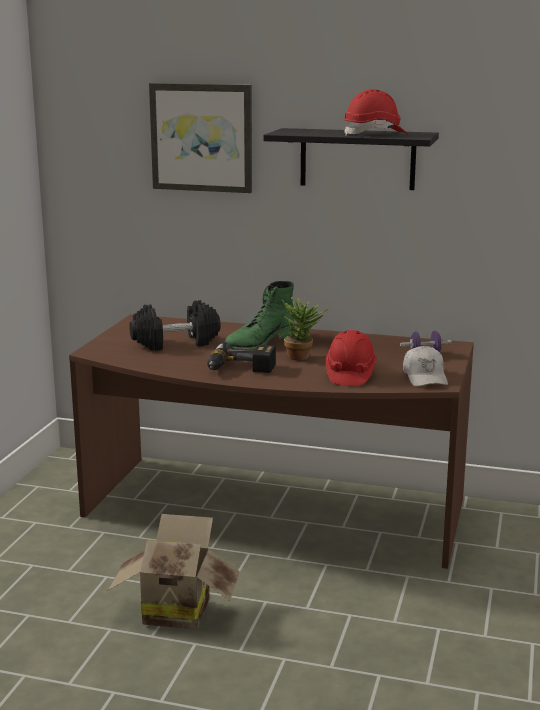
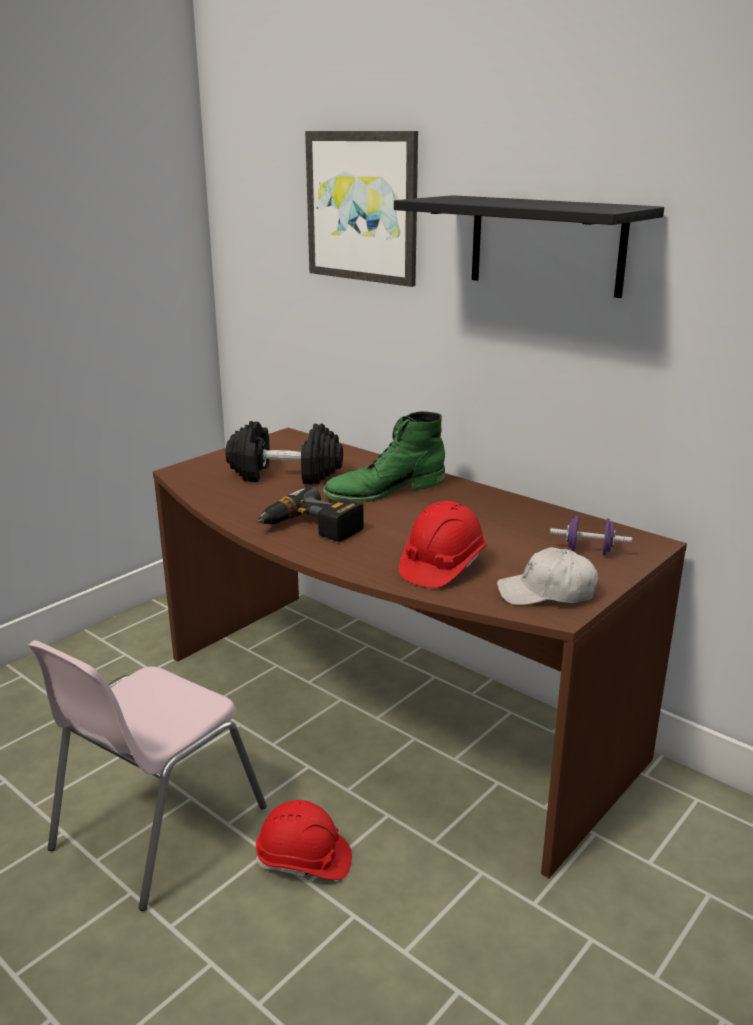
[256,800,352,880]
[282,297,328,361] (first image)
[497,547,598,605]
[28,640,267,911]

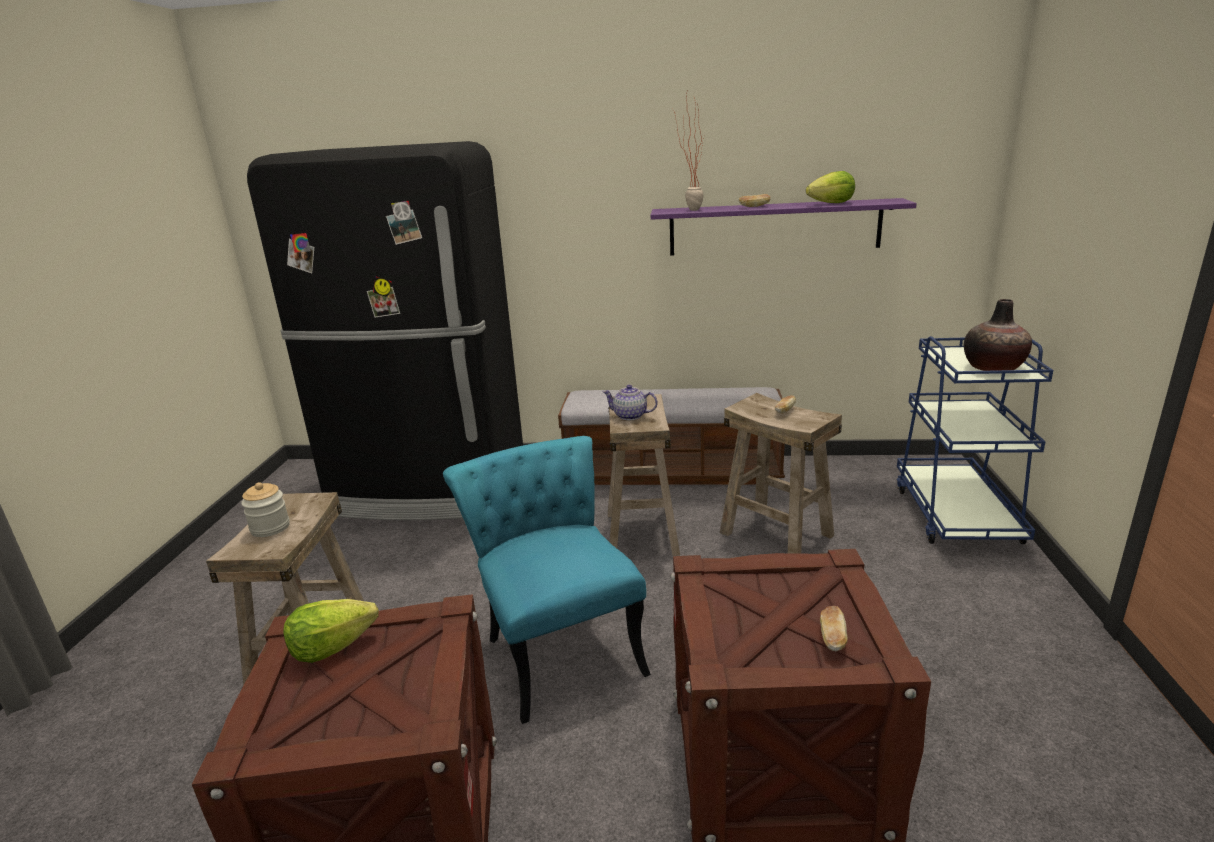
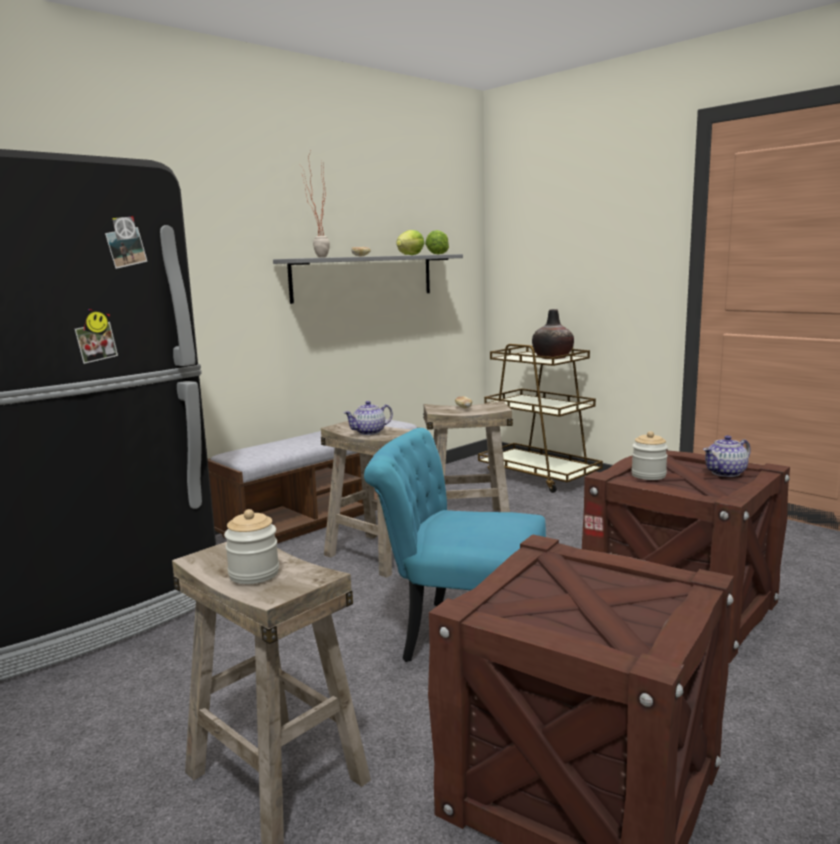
[273,254,463,304]
[478,344,603,493]
[425,230,449,255]
[703,435,751,477]
[631,431,668,480]

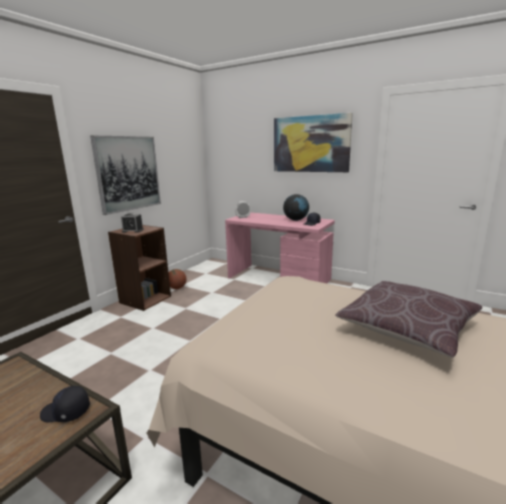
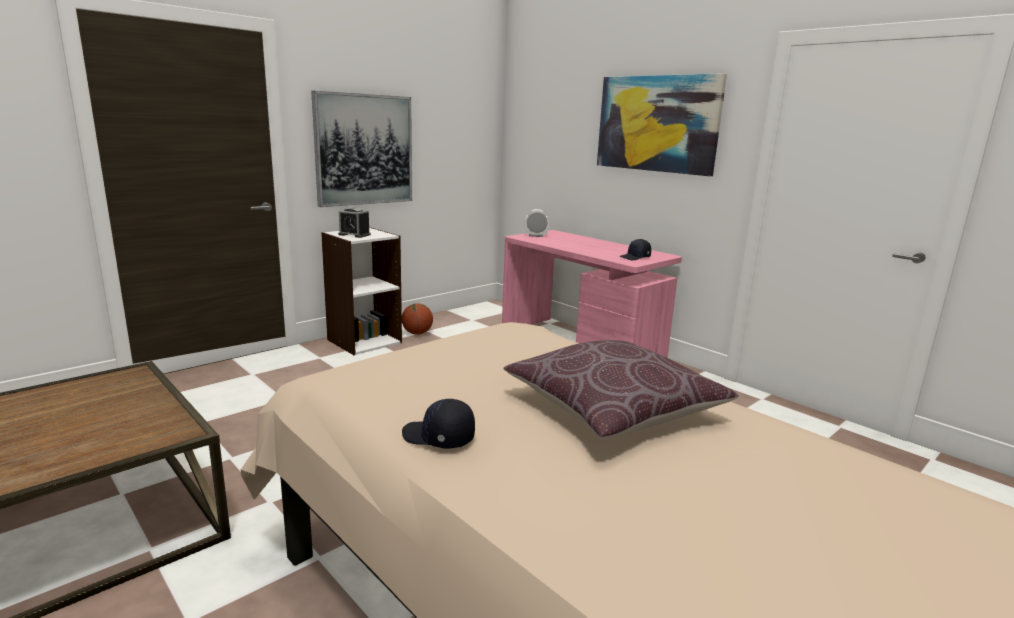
[283,194,309,221] (first image)
[321,227,402,355]
[402,399,475,448]

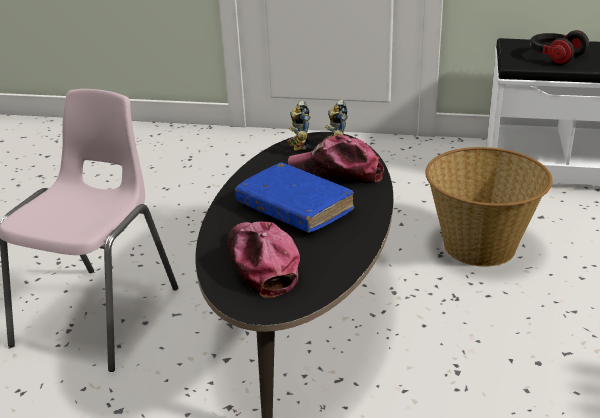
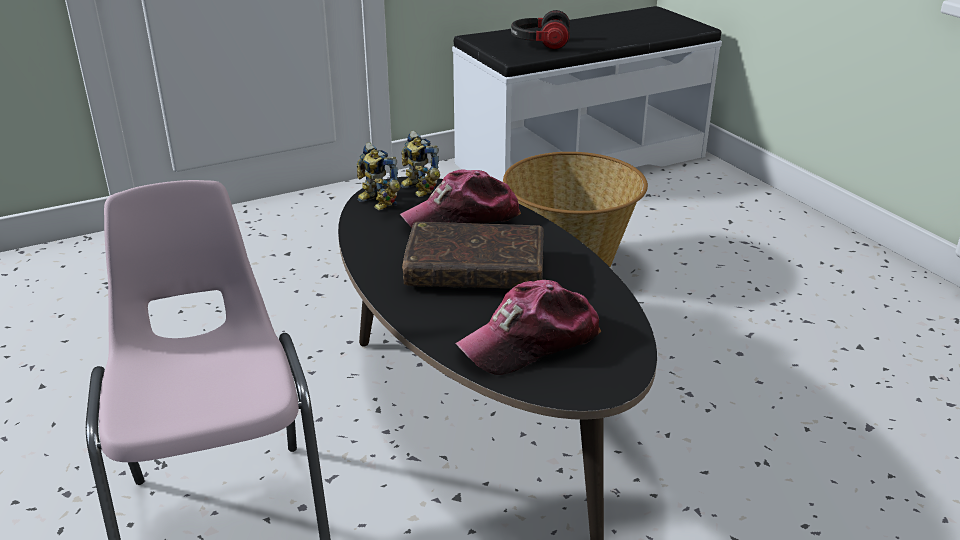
[402,222,544,288]
[455,280,601,375]

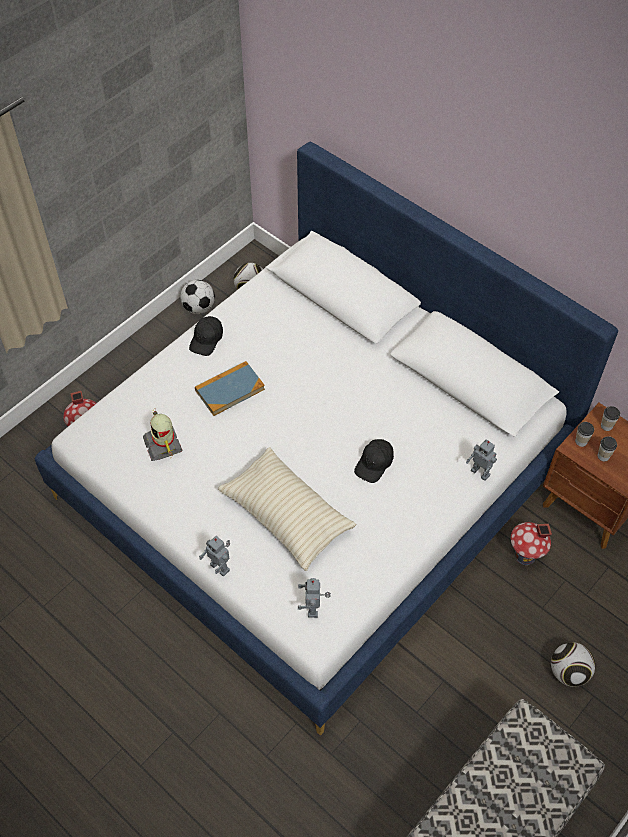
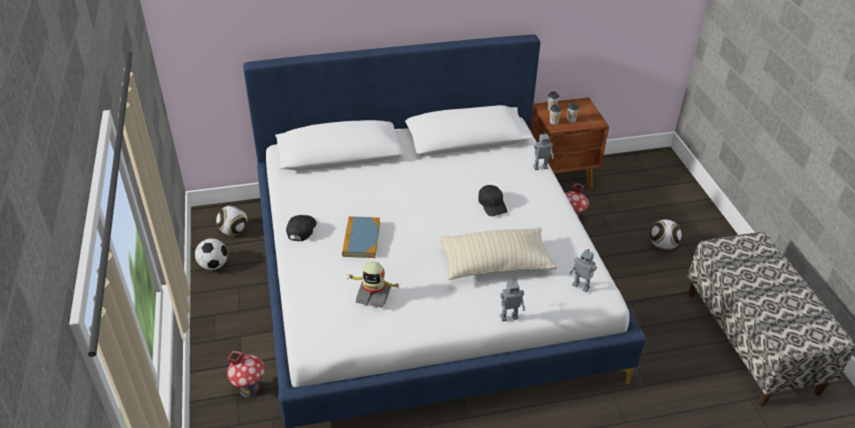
[286,215,317,241]

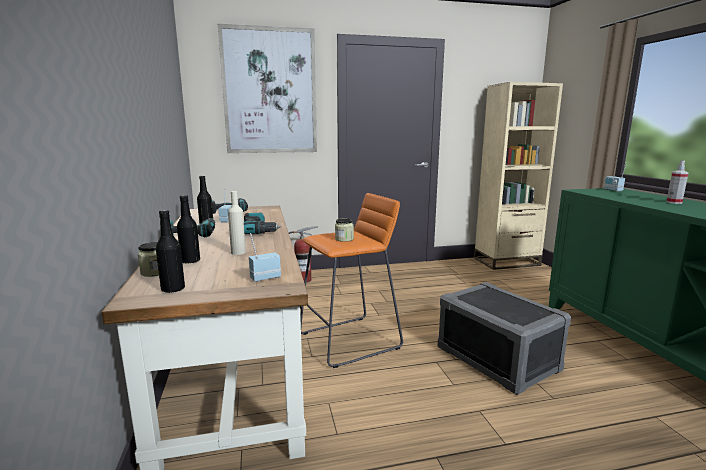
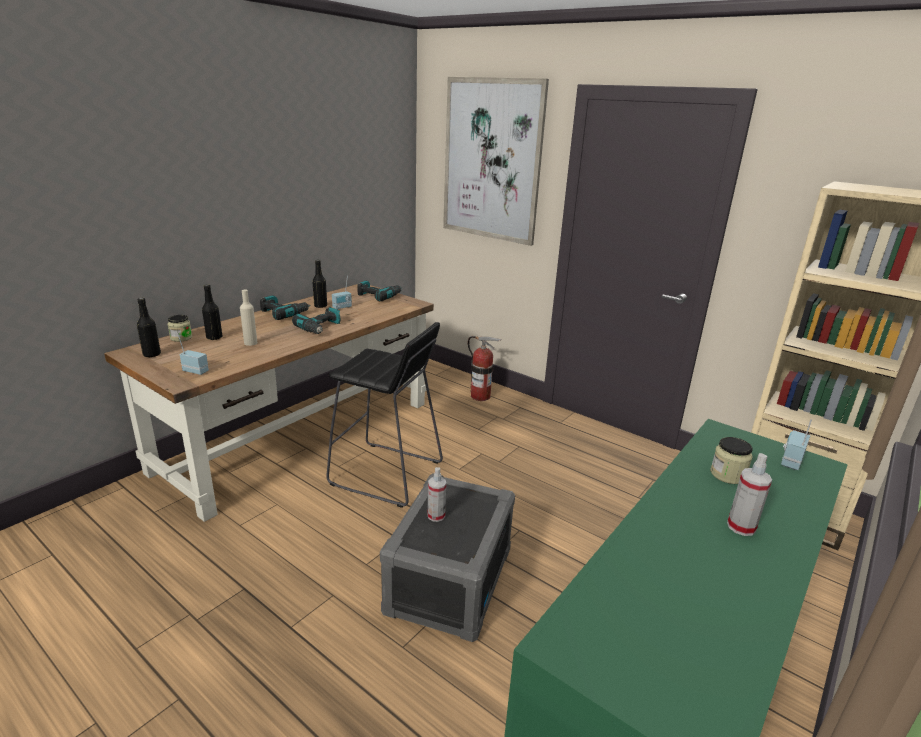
[326,322,443,508]
[710,437,753,484]
[428,467,446,522]

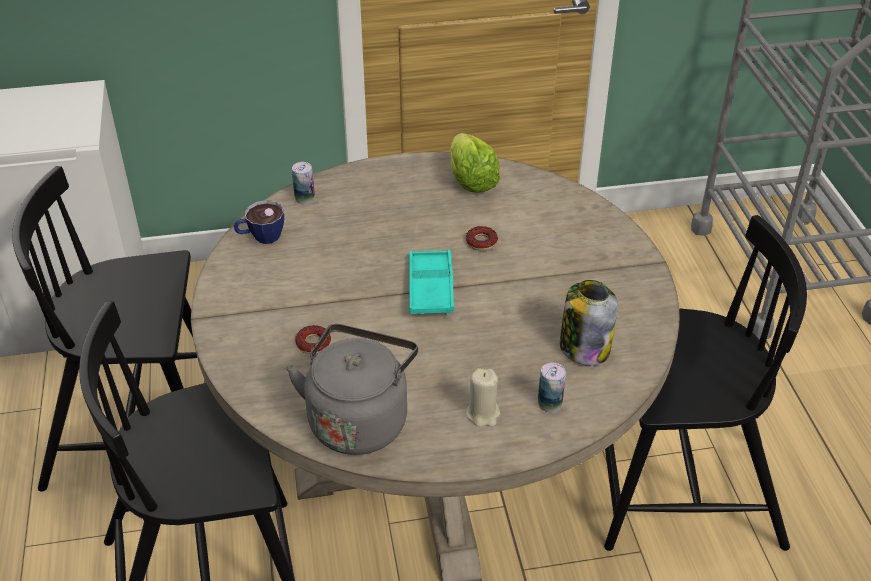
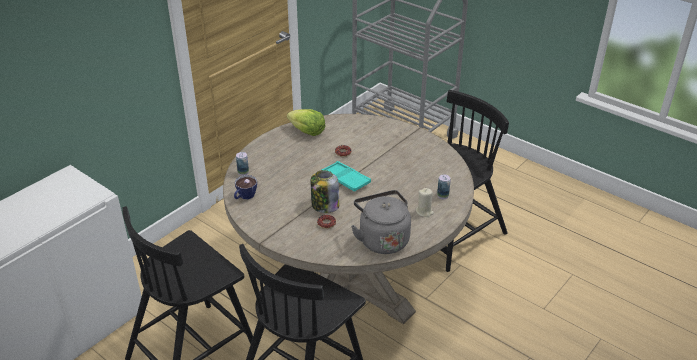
[311,170,339,213]

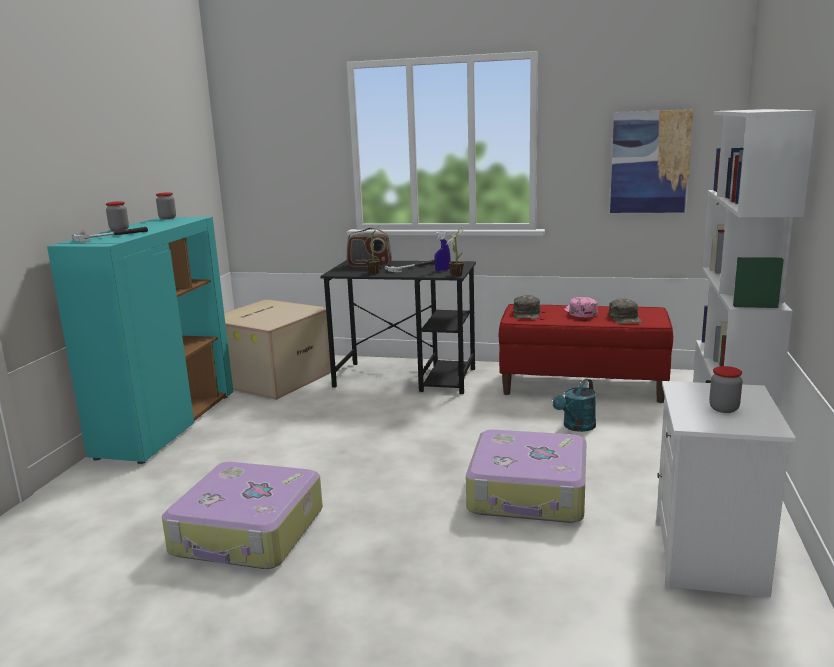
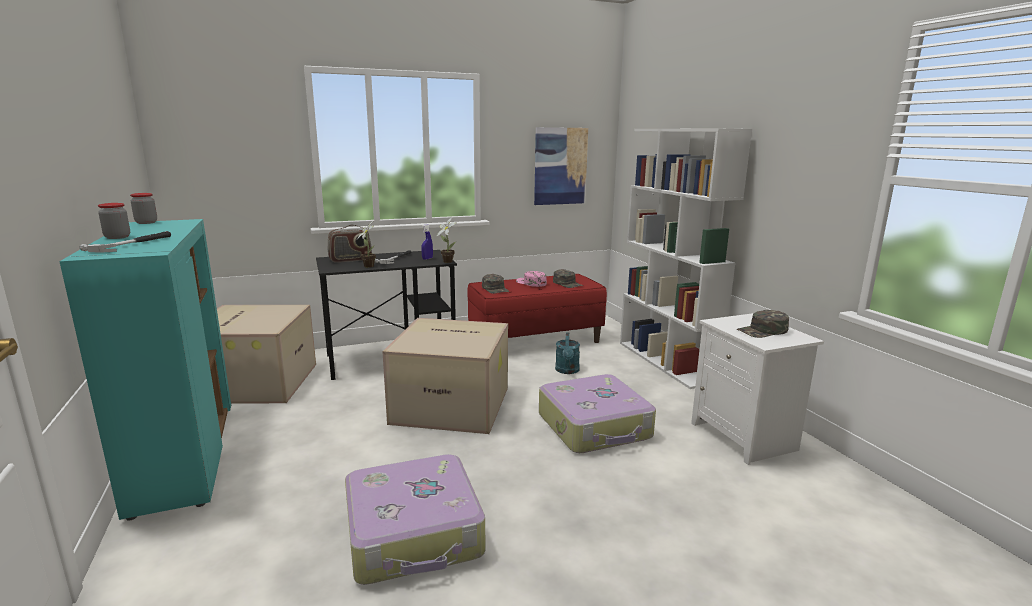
[736,310,789,338]
[382,318,508,434]

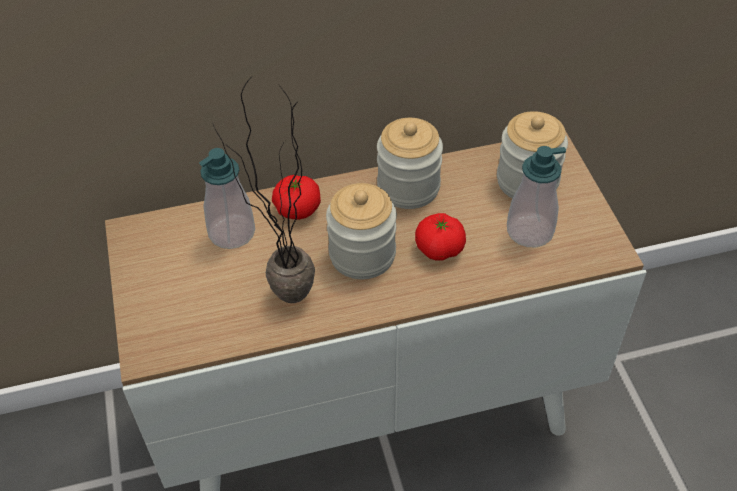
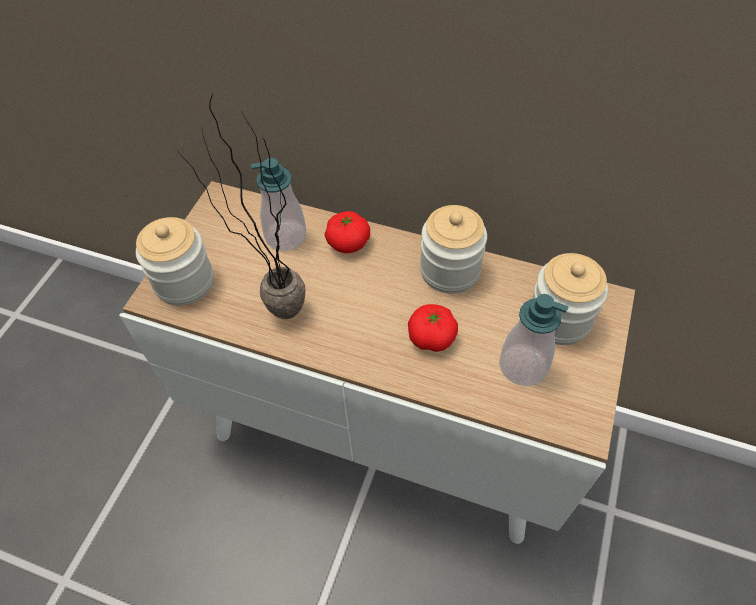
[136,217,214,306]

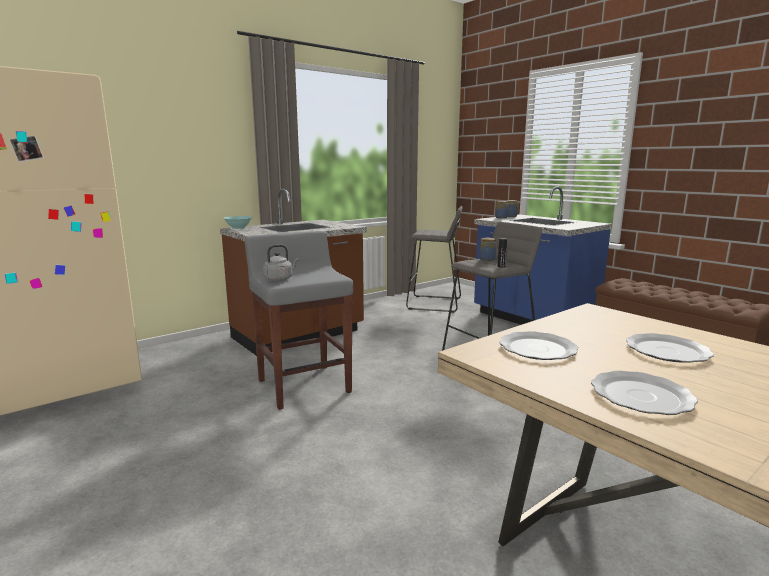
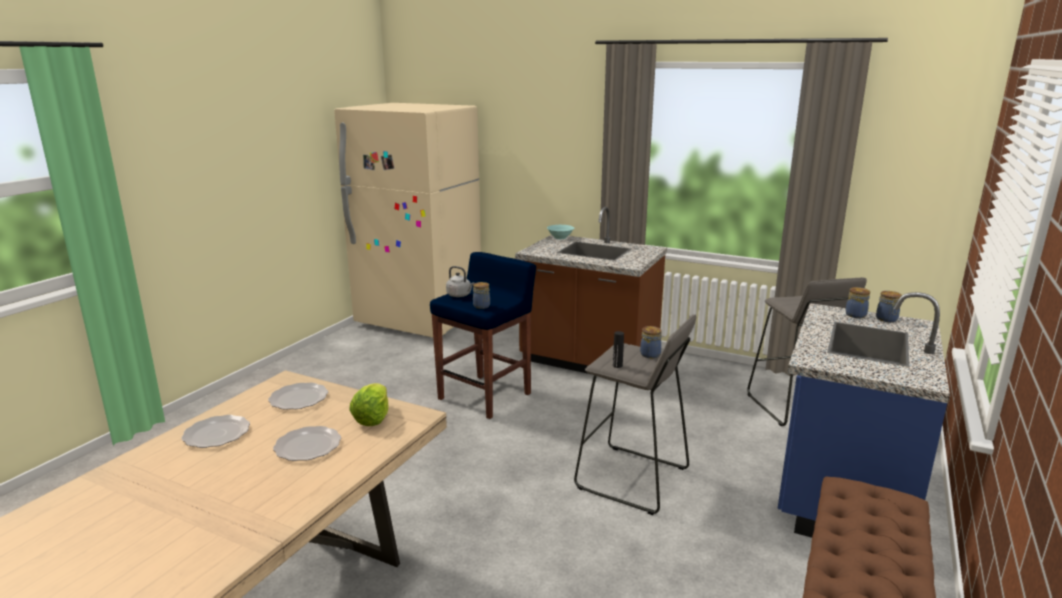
[430,252,536,419]
[473,282,490,309]
[349,383,389,426]

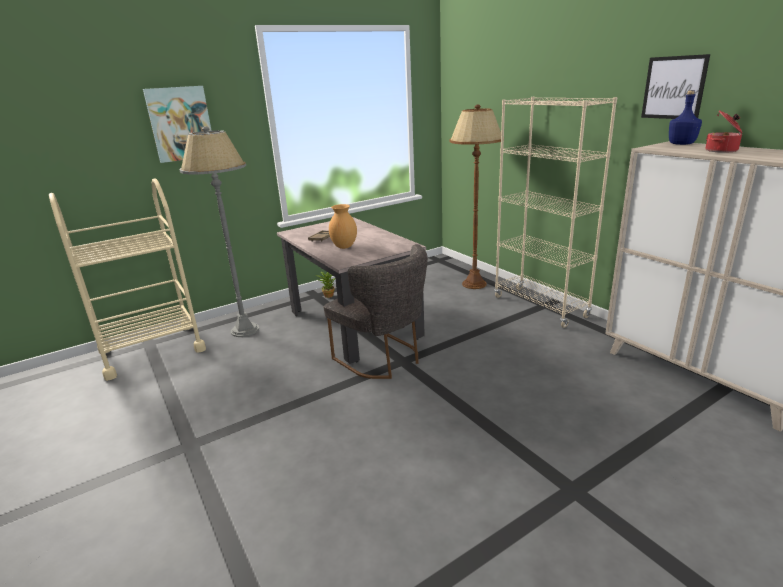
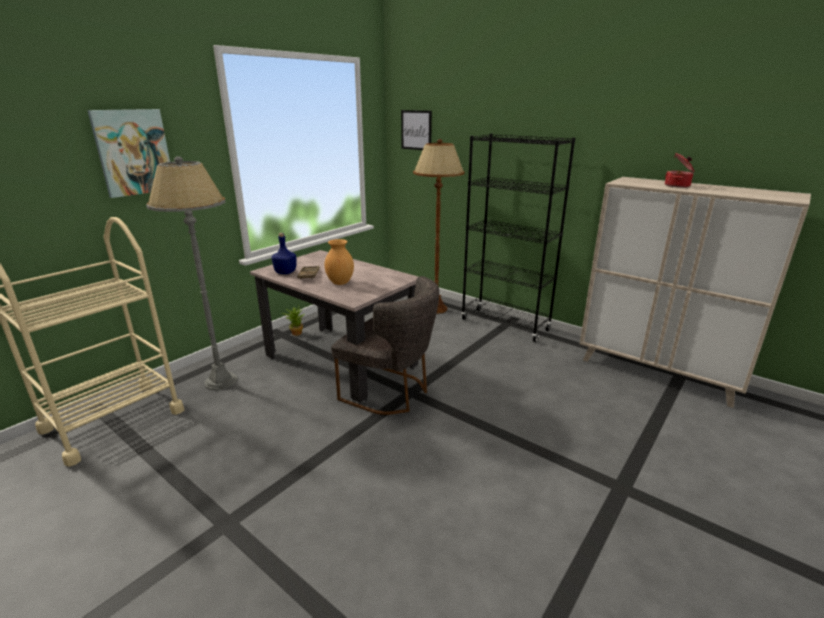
[401,110,432,150]
[271,233,296,274]
[461,134,575,342]

